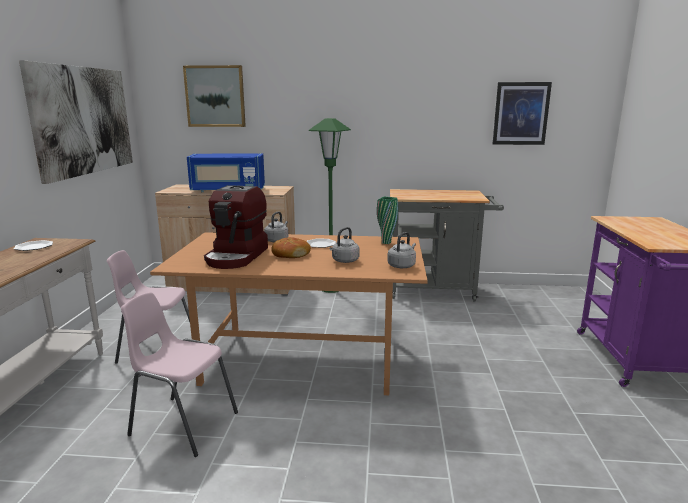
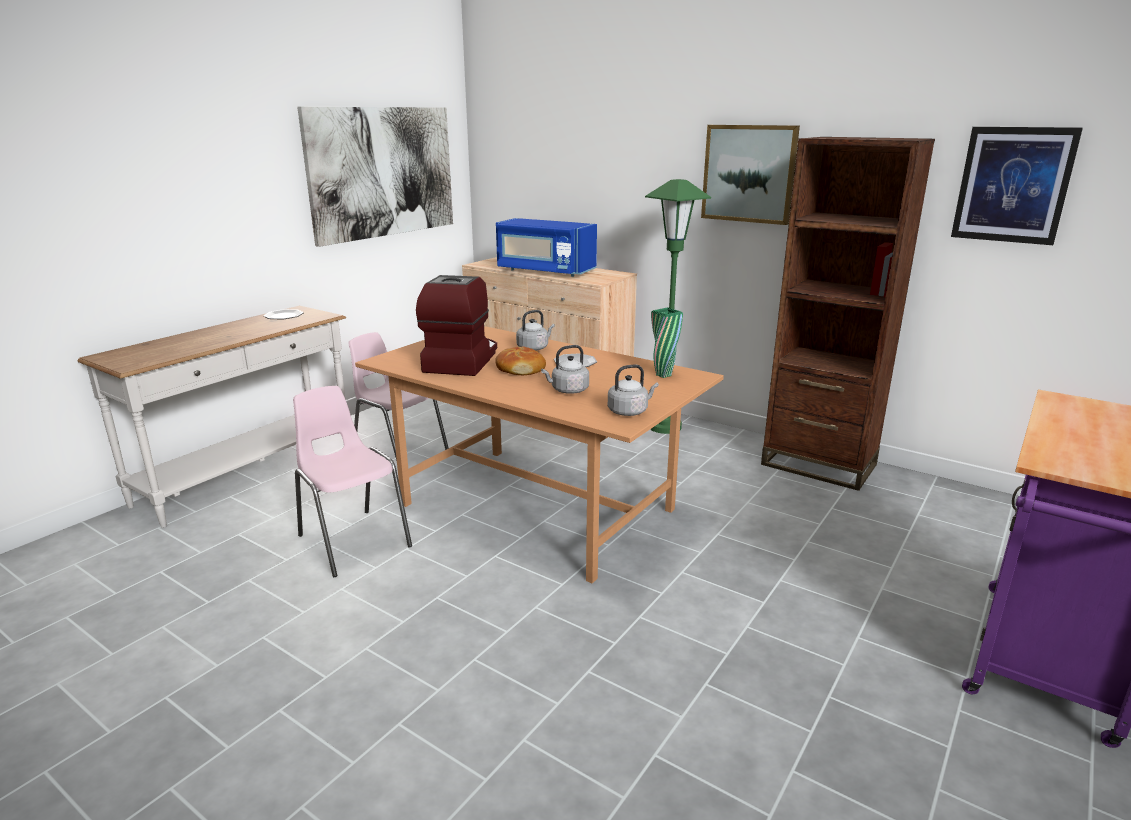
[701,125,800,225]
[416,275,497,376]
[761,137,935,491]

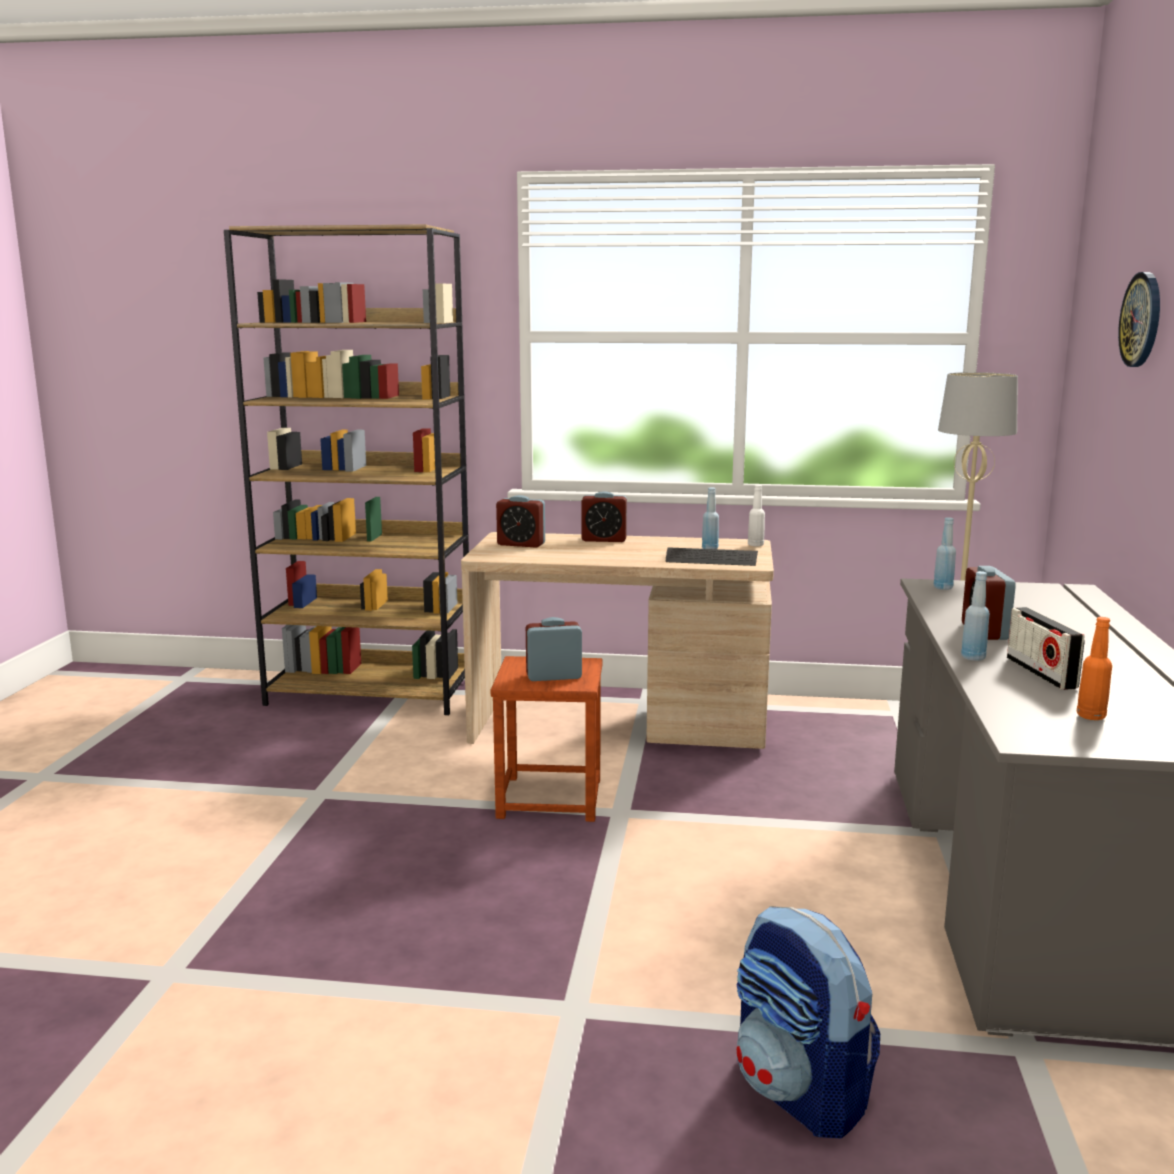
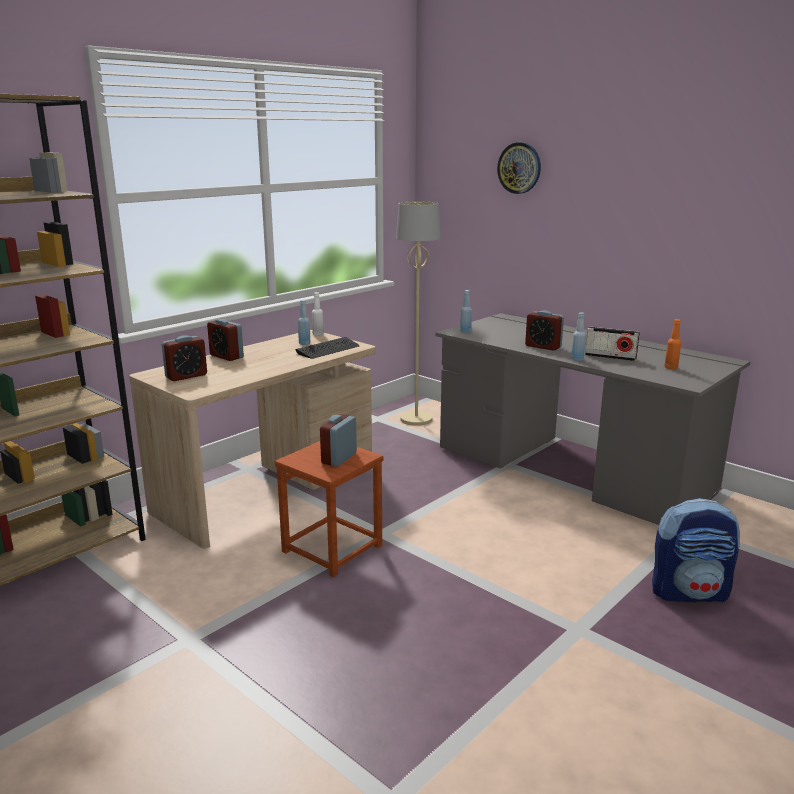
[207,319,244,361]

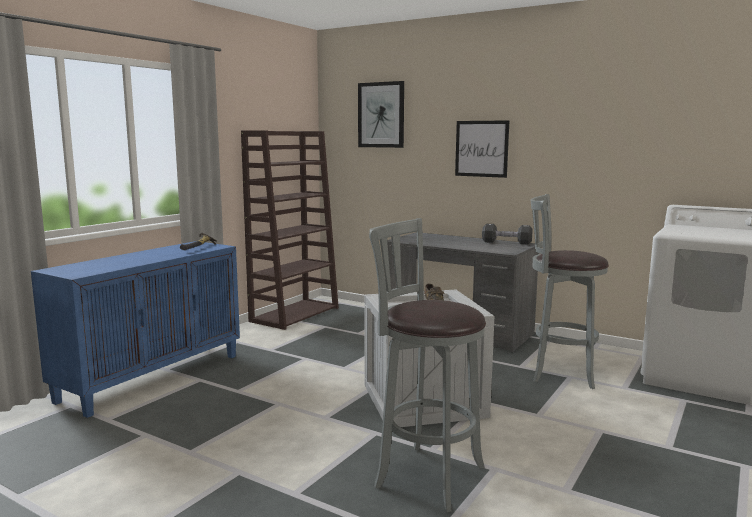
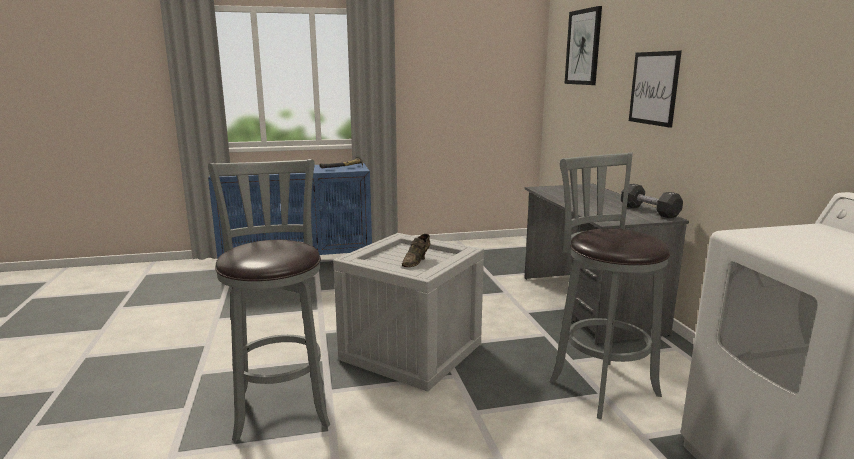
[241,130,339,330] (first image)

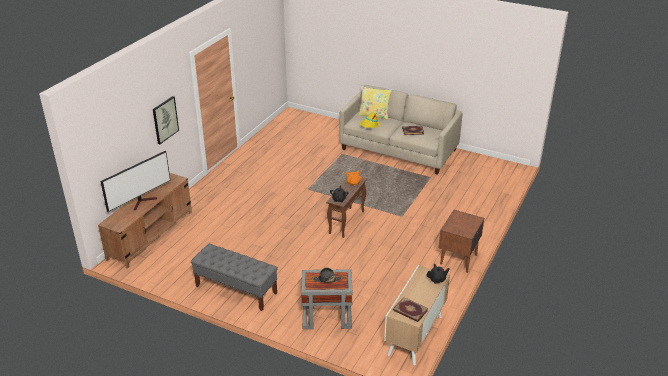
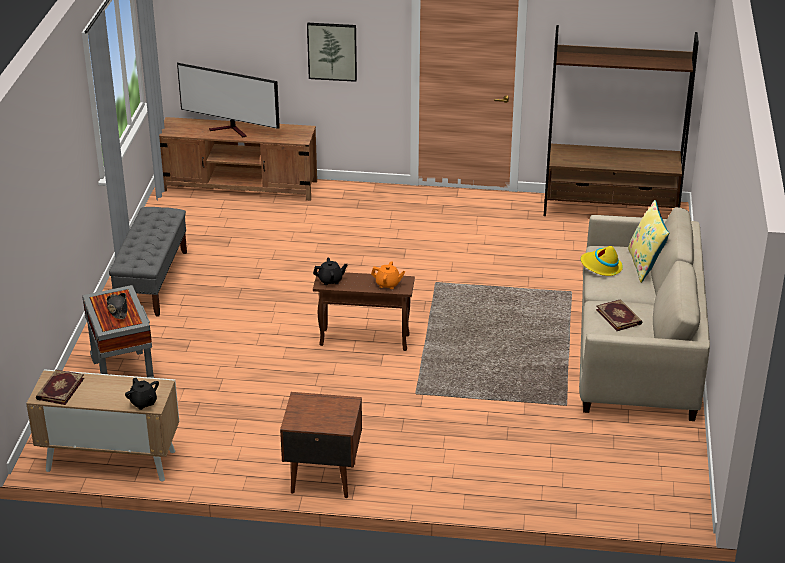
[544,25,699,216]

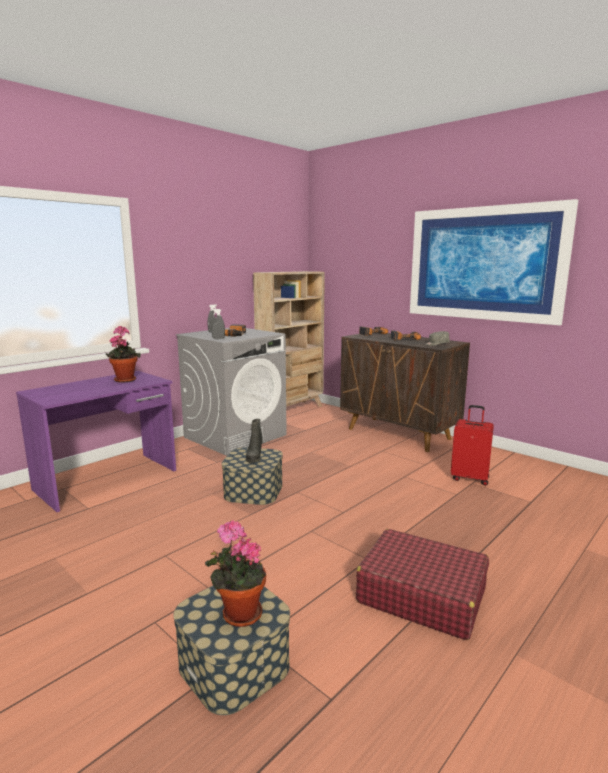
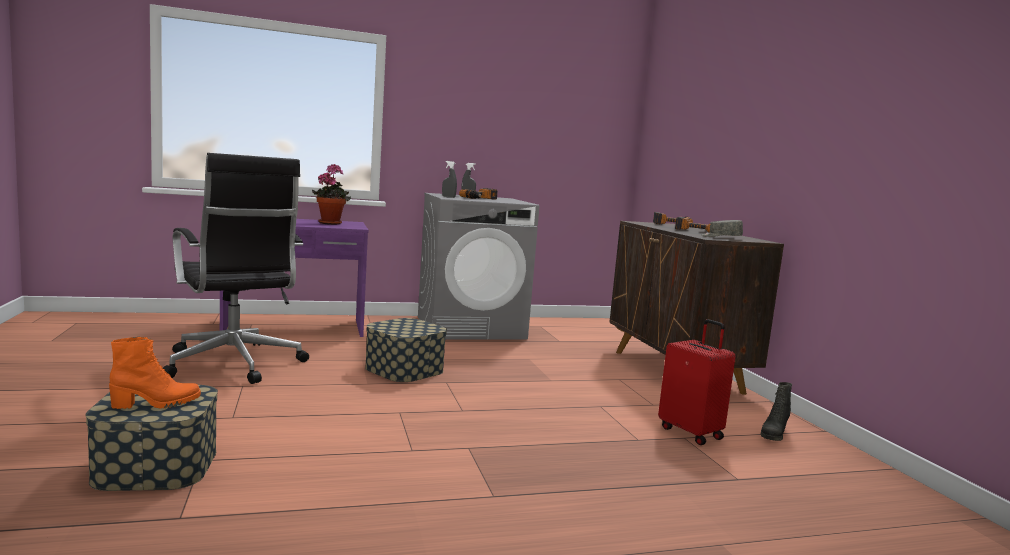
[410,199,578,325] (first image)
[253,271,325,407] (first image)
[761,382,792,441]
[109,337,201,409]
[356,529,489,640] (first image)
[163,153,309,384]

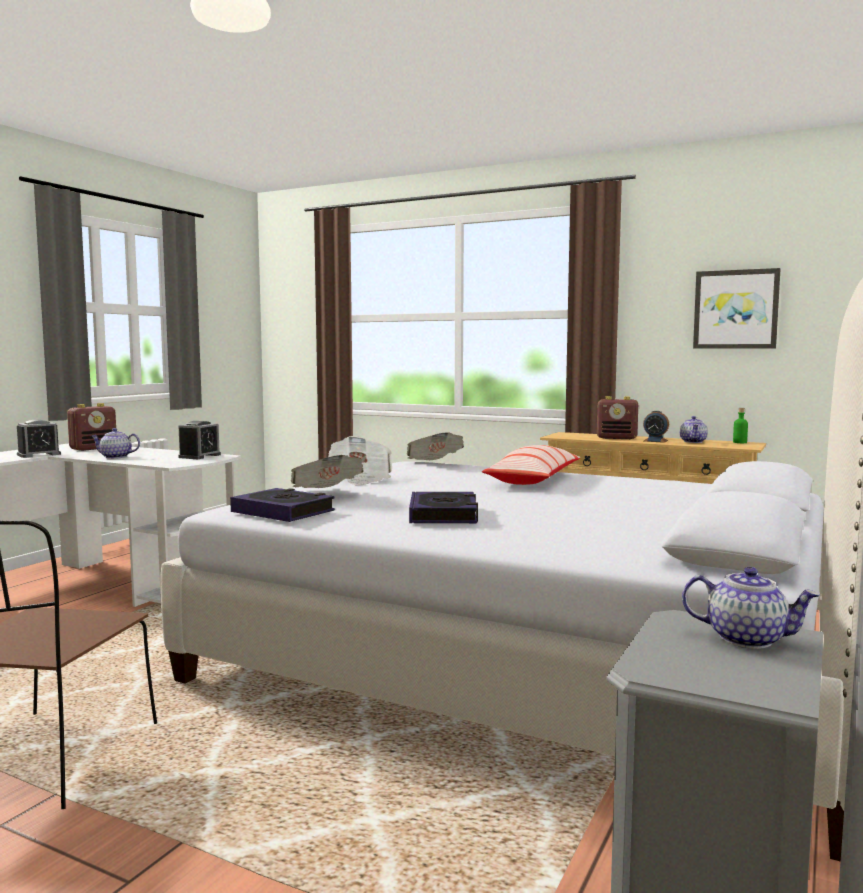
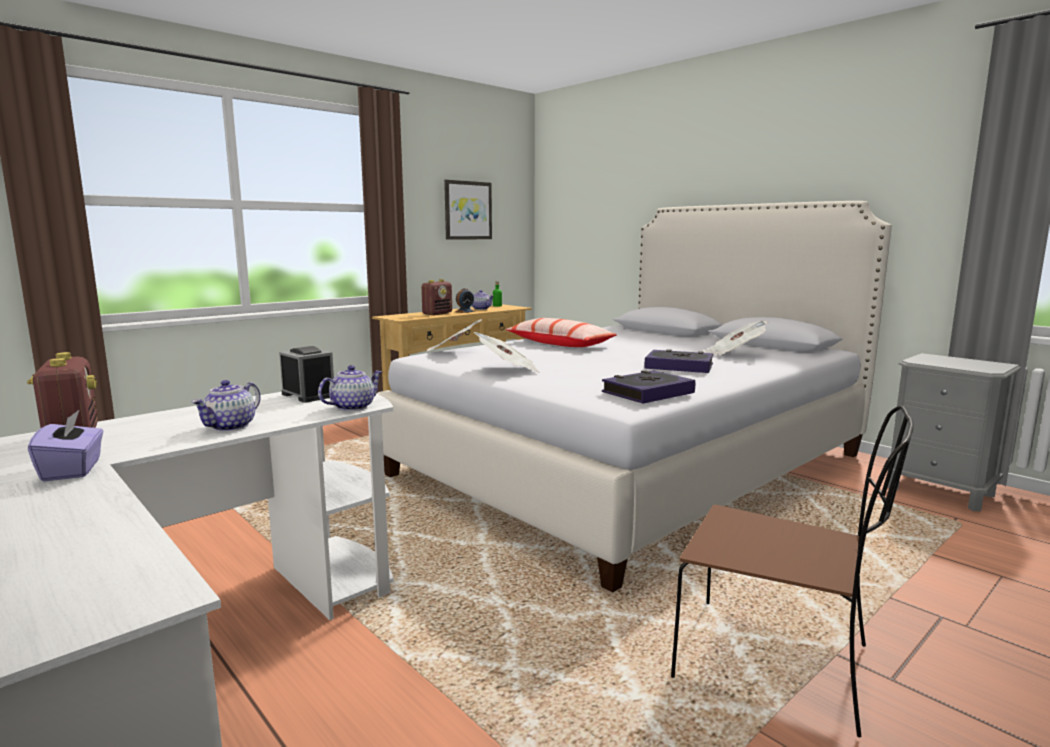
[28,409,104,482]
[702,321,768,355]
[318,365,382,411]

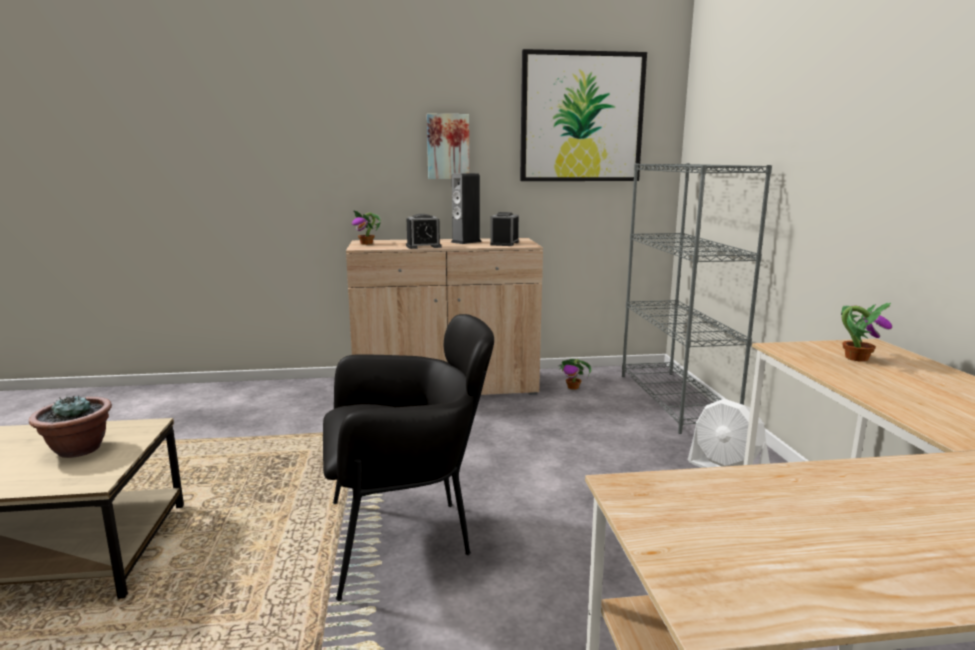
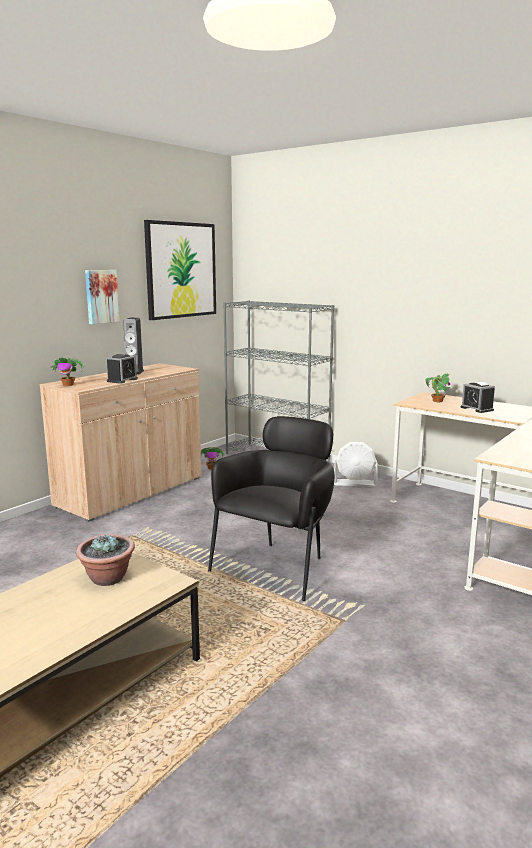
[461,382,495,413]

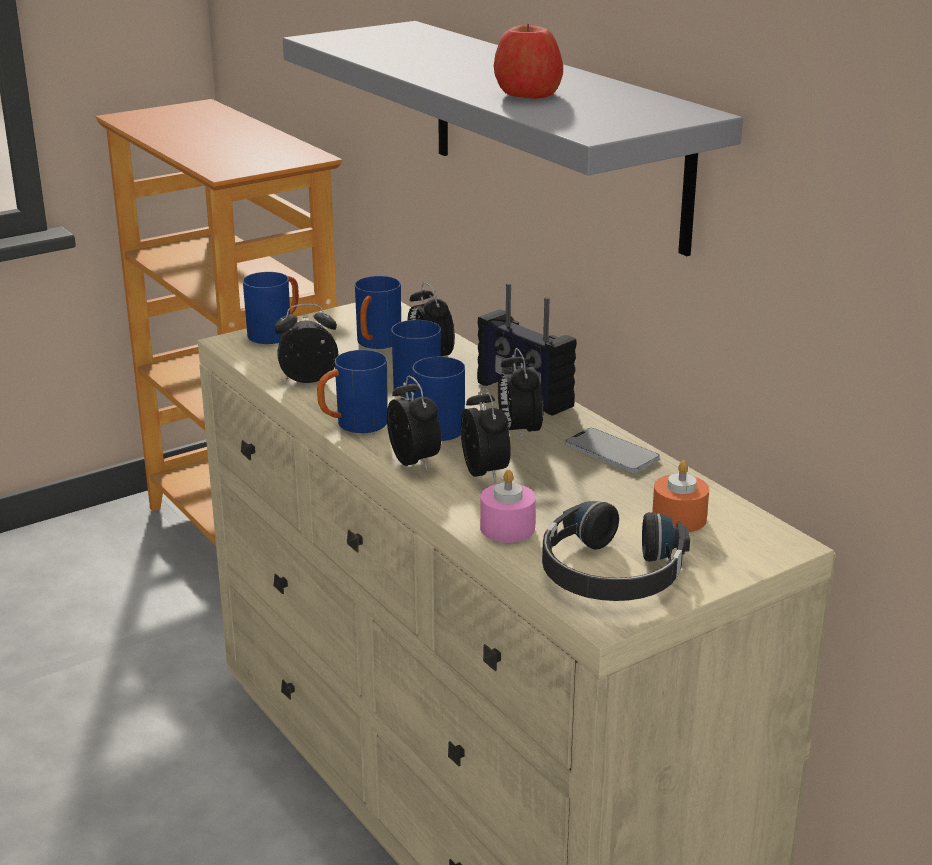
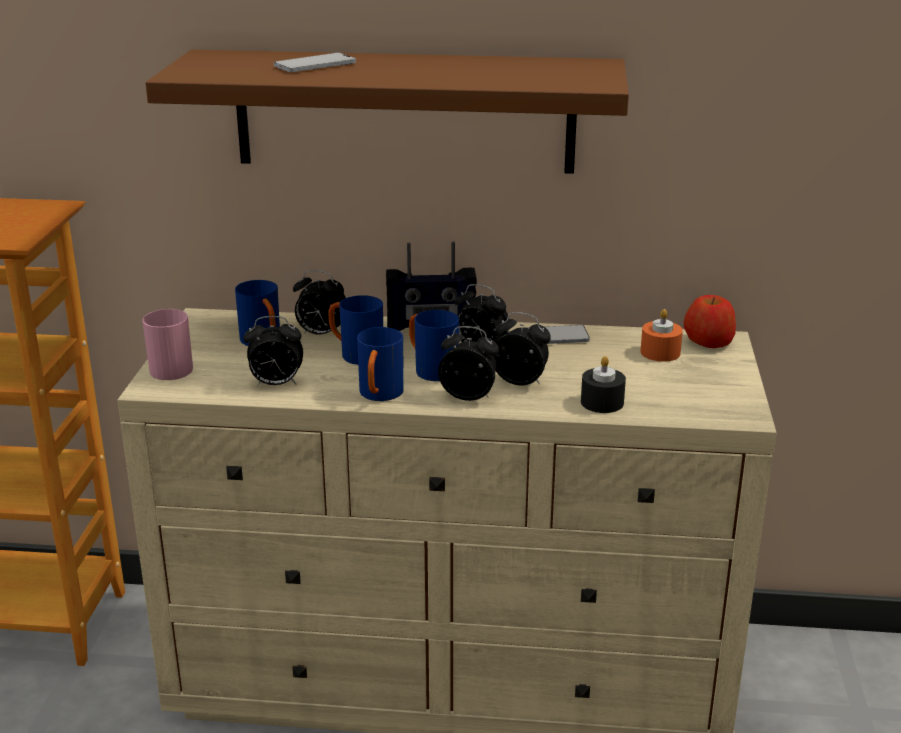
[145,49,629,174]
[684,295,736,348]
[142,309,193,380]
[243,316,303,386]
[581,356,626,413]
[542,501,690,601] (first image)
[274,53,356,72]

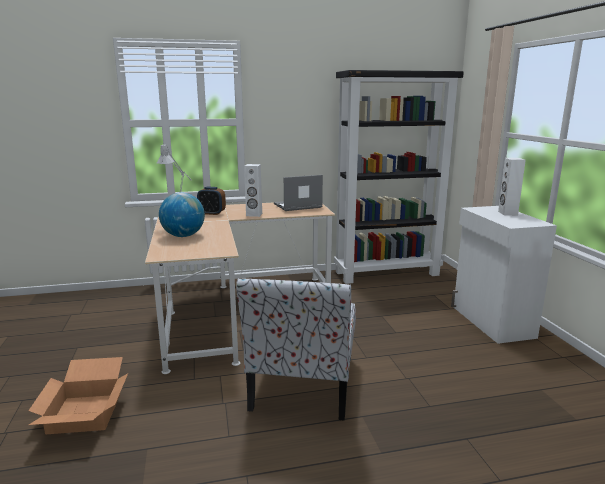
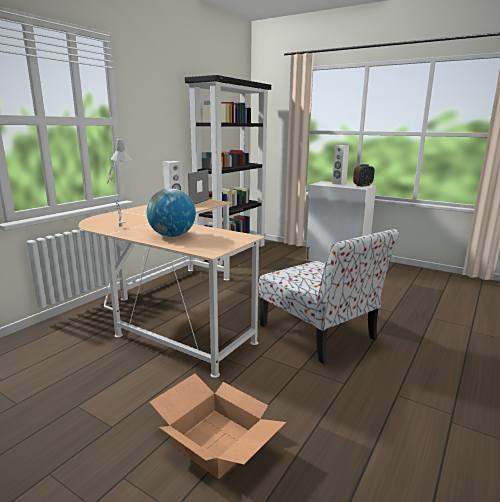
[353,164,375,187]

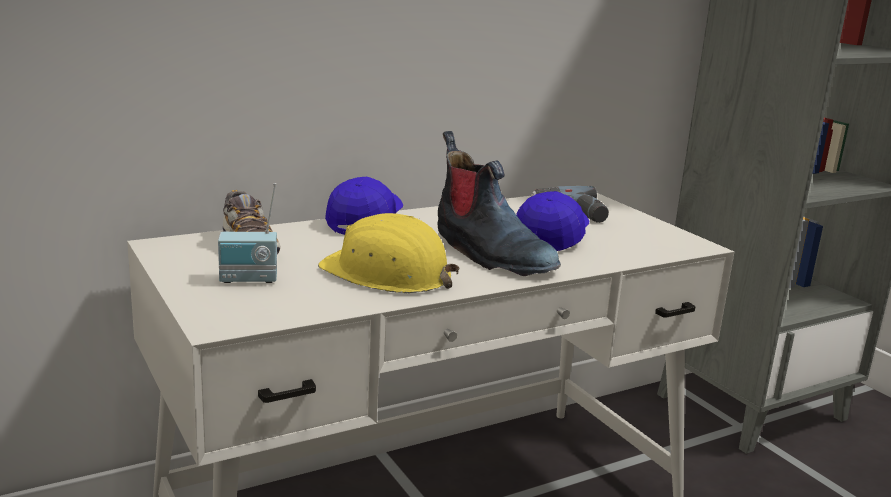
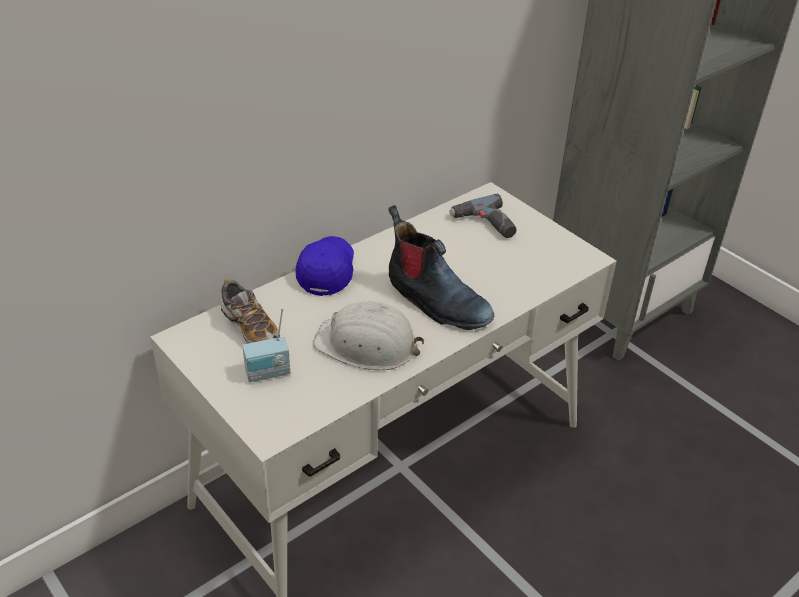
[516,191,589,251] (first image)
[313,301,424,370]

